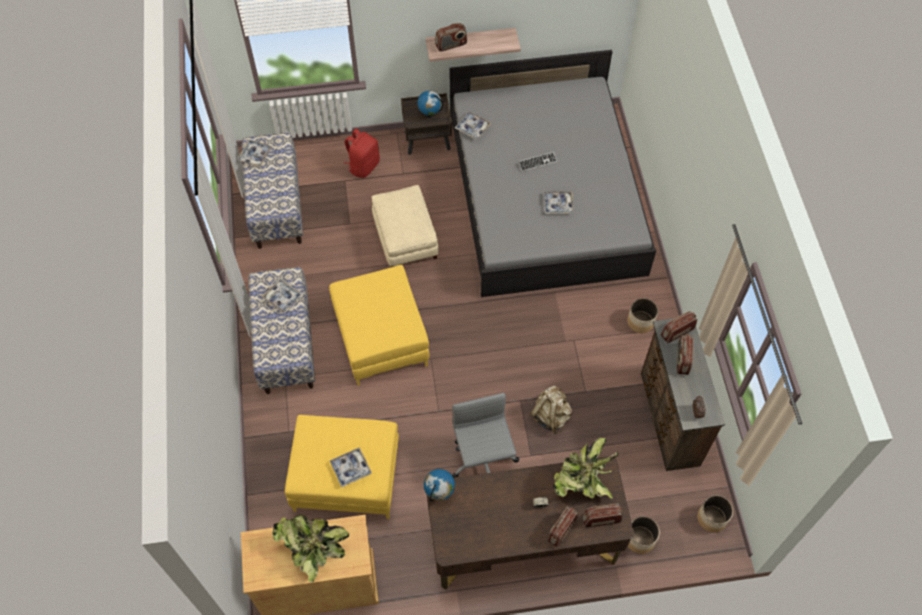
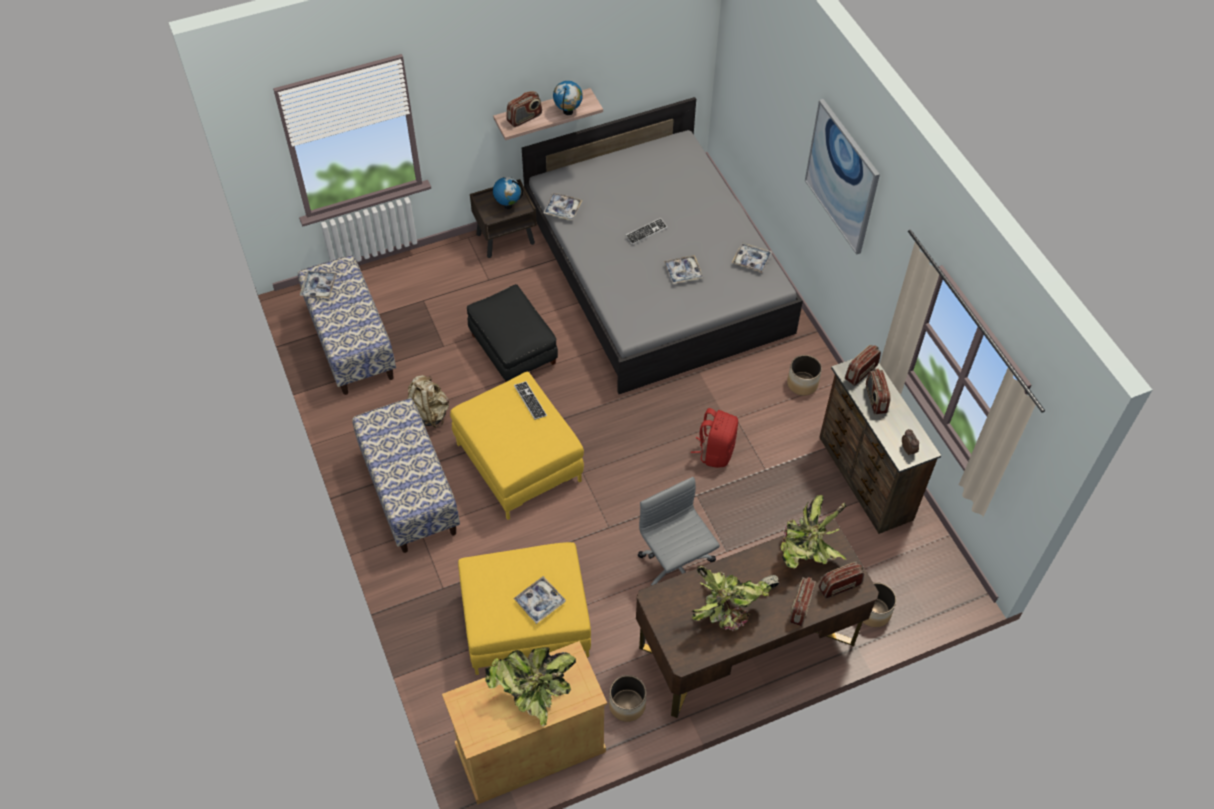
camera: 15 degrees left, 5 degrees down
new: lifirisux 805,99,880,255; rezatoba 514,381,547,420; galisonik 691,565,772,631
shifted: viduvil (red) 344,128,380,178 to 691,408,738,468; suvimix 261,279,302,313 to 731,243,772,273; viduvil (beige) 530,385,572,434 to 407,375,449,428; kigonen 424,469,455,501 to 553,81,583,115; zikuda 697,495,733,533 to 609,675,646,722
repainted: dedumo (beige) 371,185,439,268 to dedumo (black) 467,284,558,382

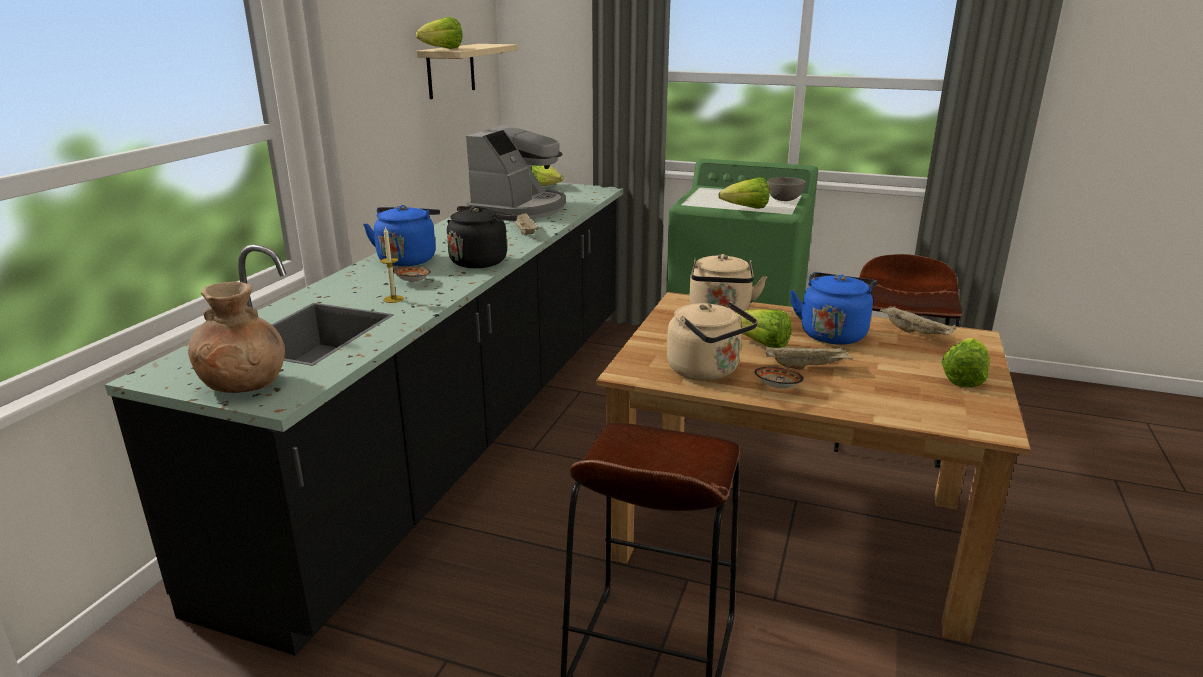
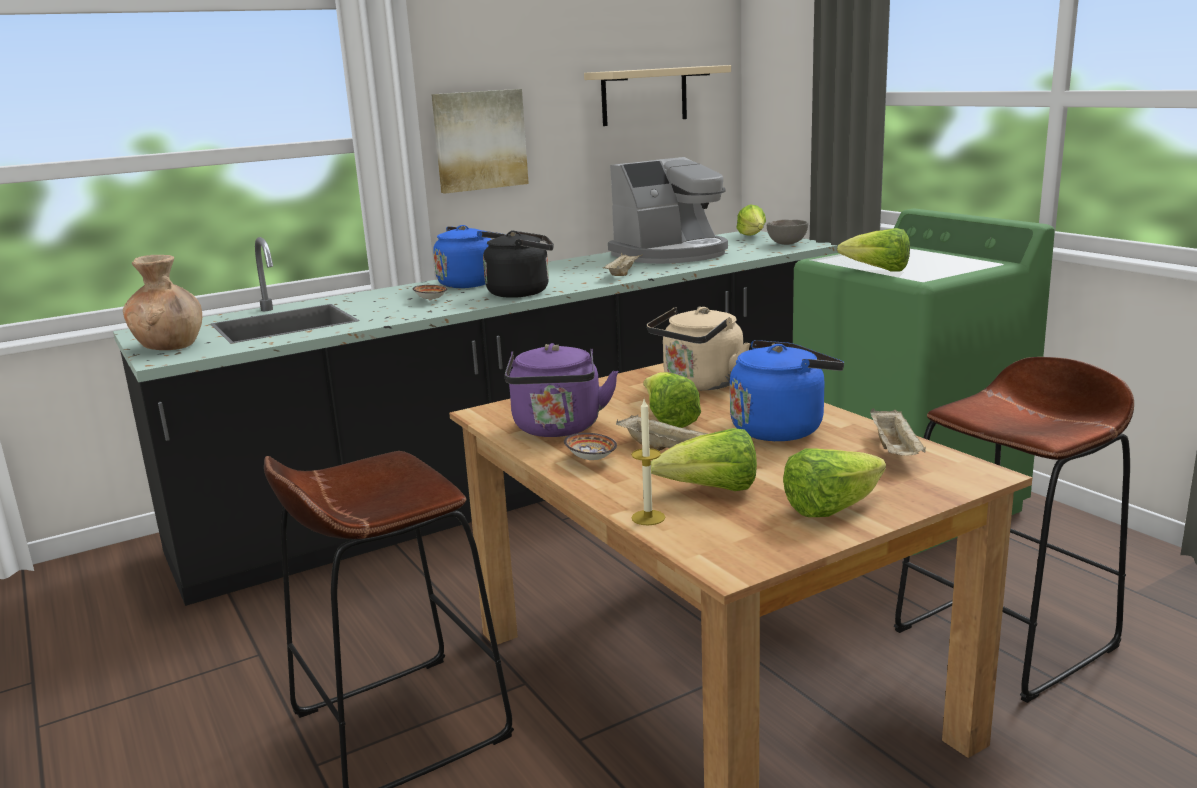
camera: 40 degrees right, 5 degrees down
new: lifirisux 431,89,529,194
shifted: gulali 415,17,463,49 to 651,428,757,491; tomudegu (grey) 767,177,806,201 to 767,220,808,245; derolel 380,227,404,303 to 631,399,665,525
repainted: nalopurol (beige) 667,301,758,381 to nalopurol (purple) 505,343,618,437

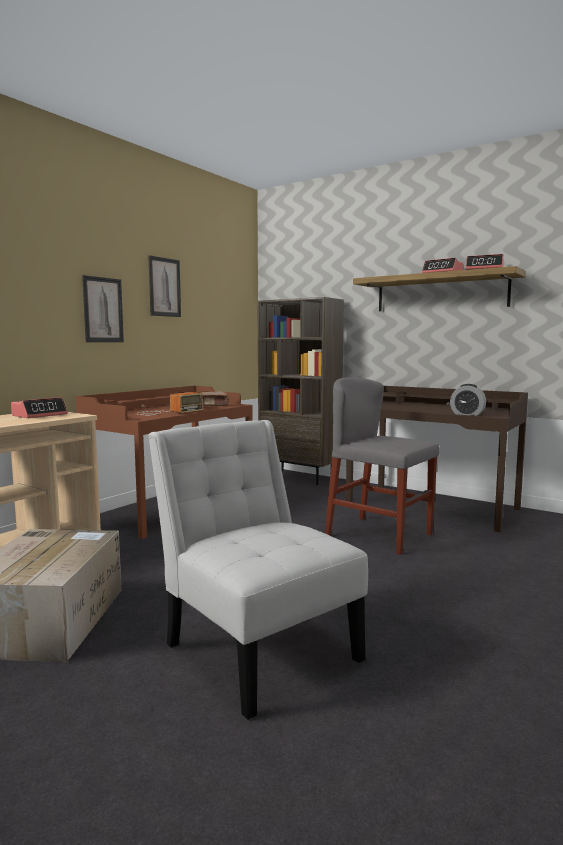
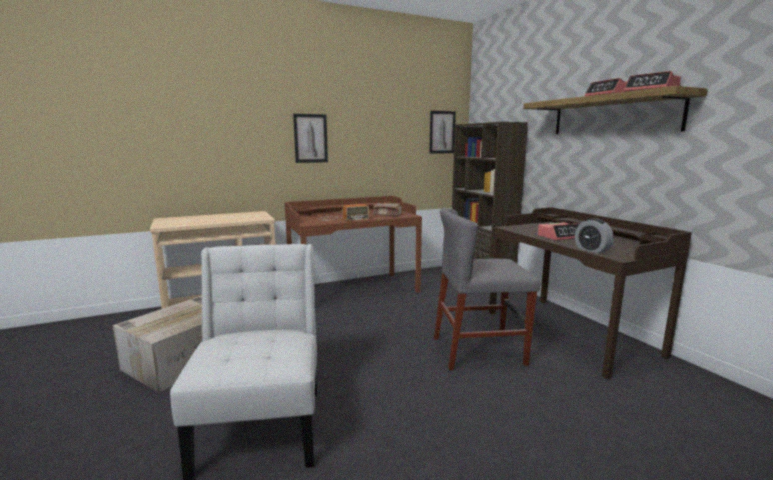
camera: 30 degrees right, 5 degrees up
shifted: lifirisux 148,255,181,317 to 429,111,456,154; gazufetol 11,397,68,418 to 538,222,580,240
rotated: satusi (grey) 325,378,440,555 = 434,208,540,371 75 degrees counterclockwise

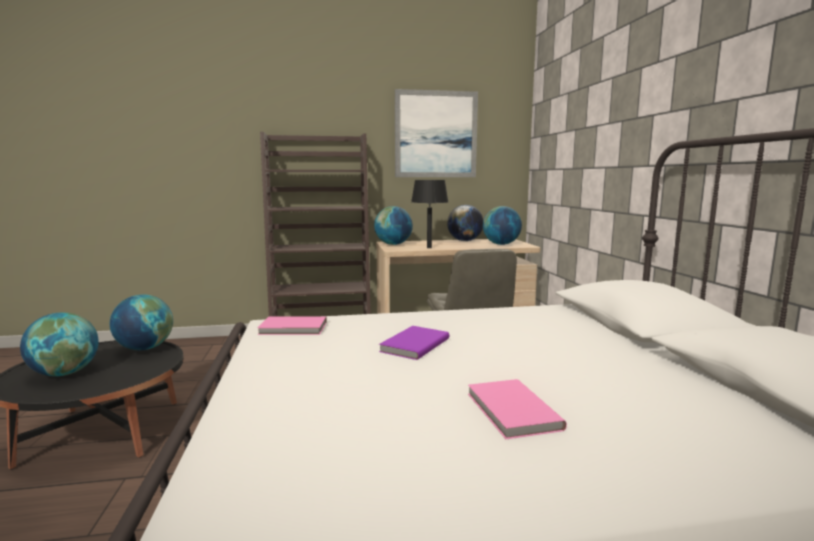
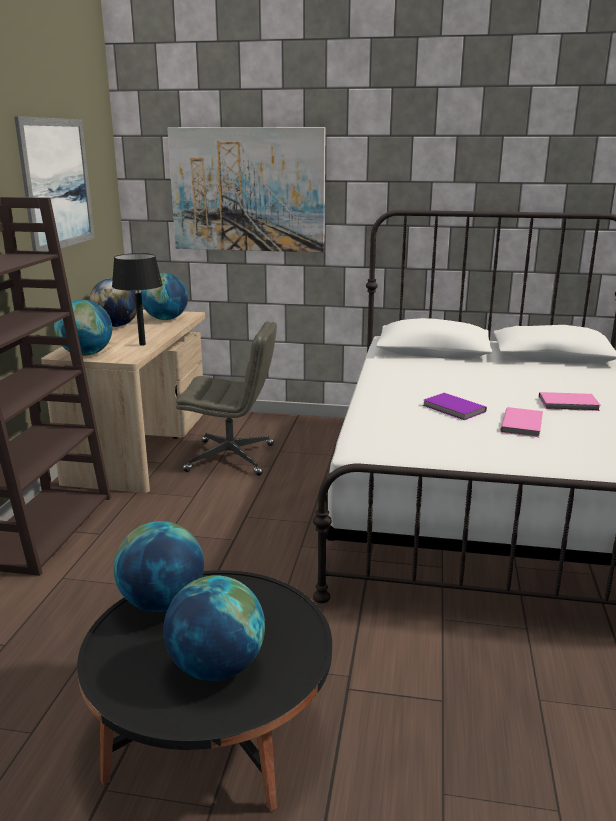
camera: 70 degrees left, 10 degrees up
new: lifirisux 167,127,326,253
shifted: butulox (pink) 257,316,327,335 to 500,407,543,437

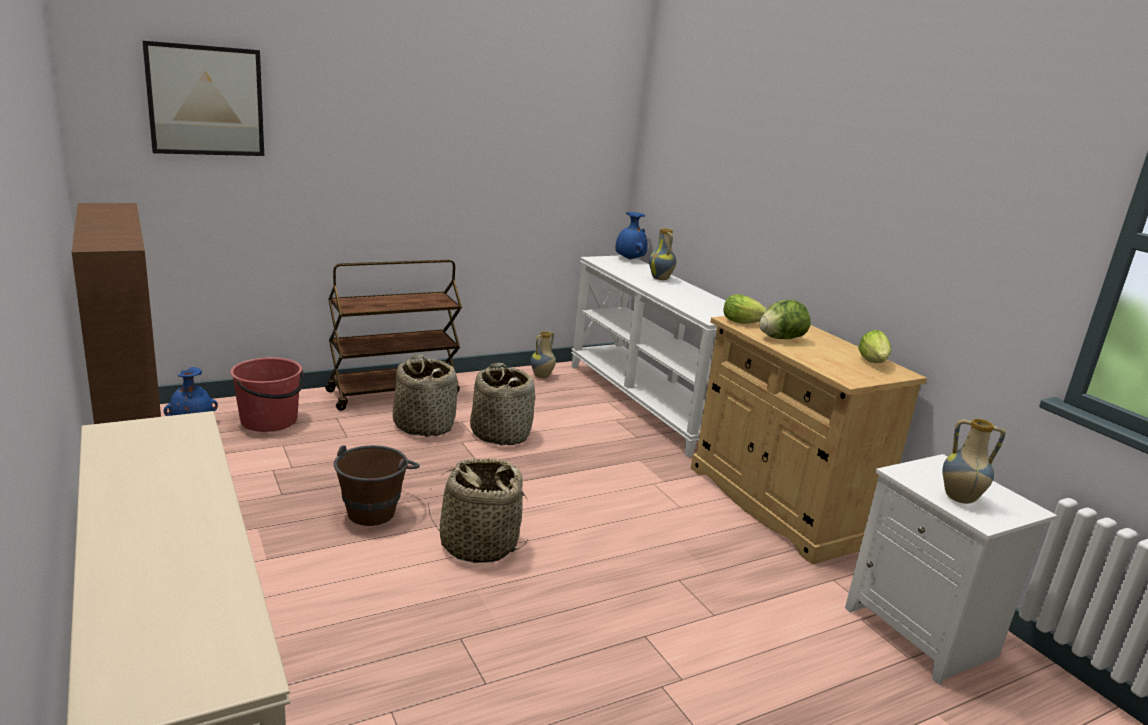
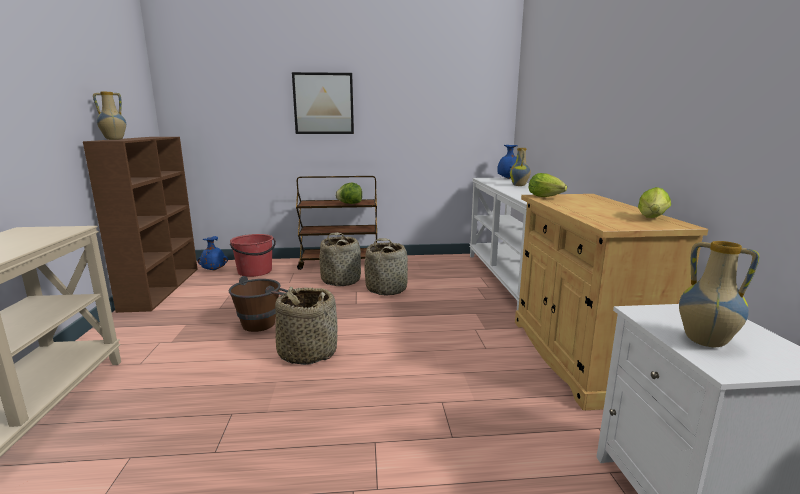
camera: 25 degrees right, 5 degrees down
shifted: lifirisux 142,40,264,156 to 292,72,354,134; gulali 759,300,811,339 to 336,183,362,204; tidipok 531,331,556,378 to 93,92,126,140

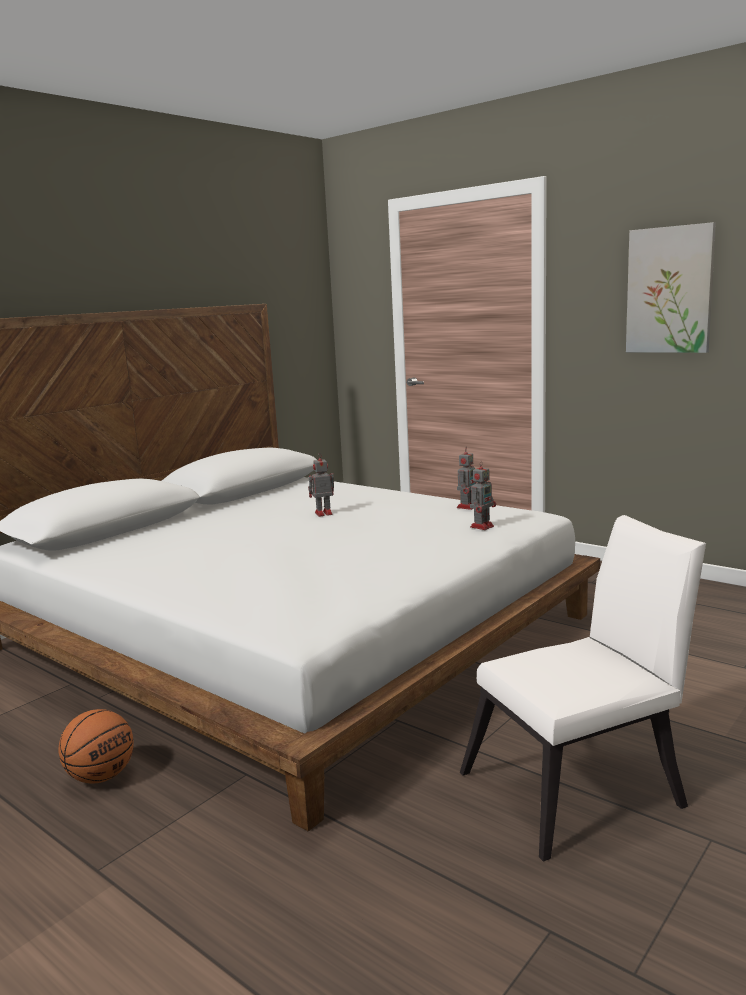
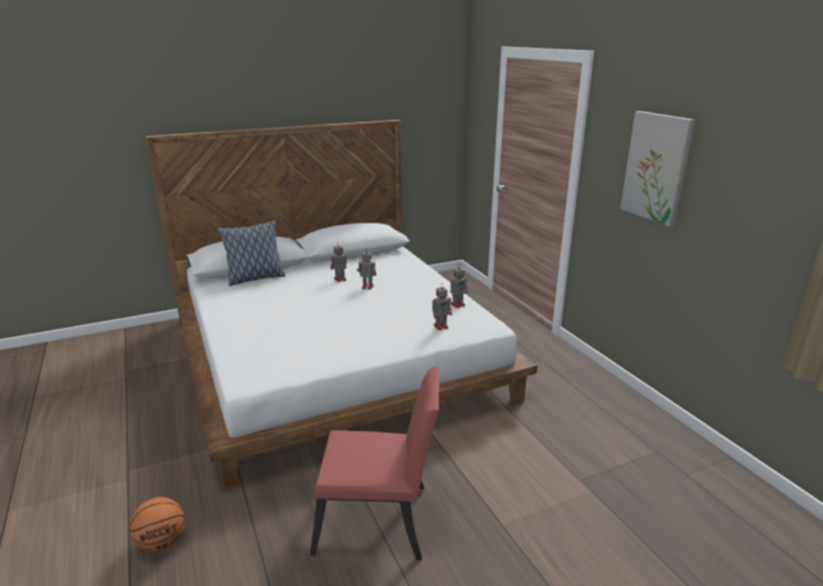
camera: 25 degrees right, 10 degrees up
new: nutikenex 216,220,285,286; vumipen 331,244,347,282
shifted: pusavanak 59,709,134,784 to 130,497,185,552
repainted: satusi (white) 460,515,706,861 to satusi (red) 310,366,439,560

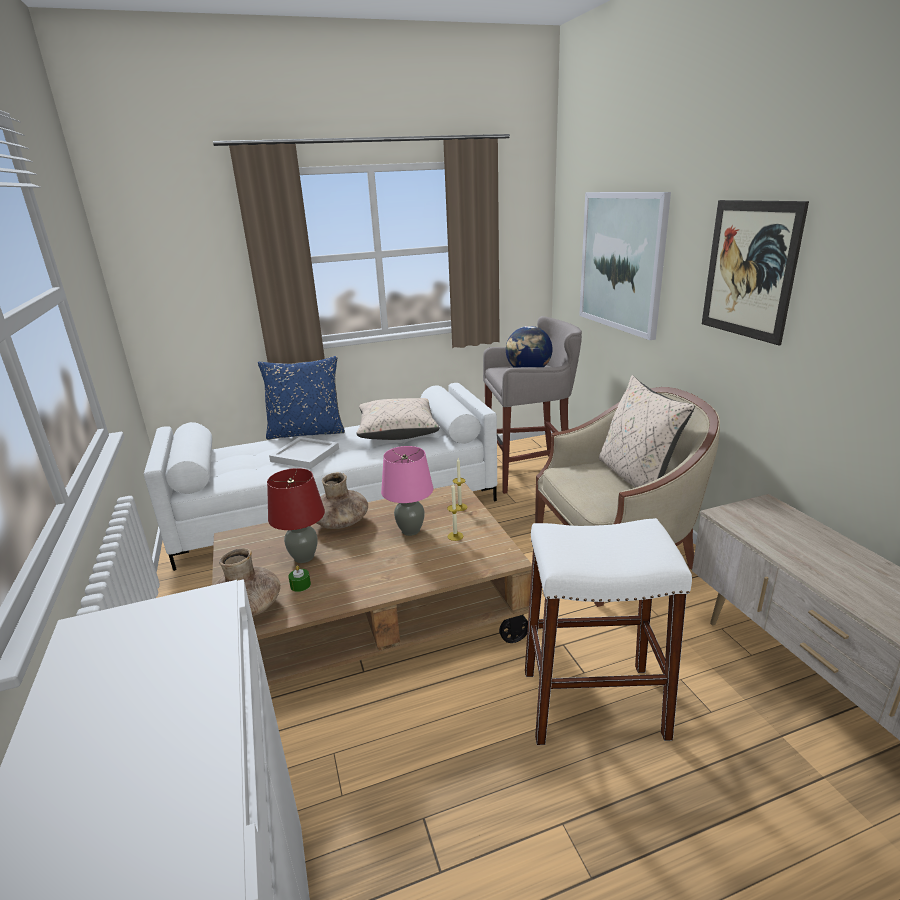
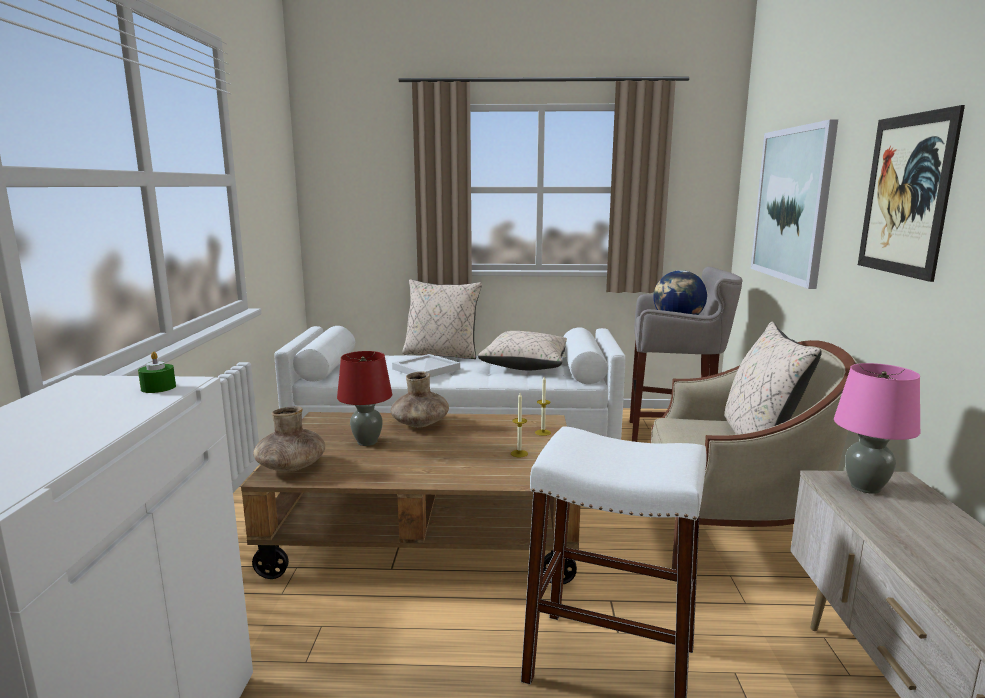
camera: 20 degrees right, 10 degrees down
shifted: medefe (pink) 381,446,433,536 to 834,363,921,494; derolel (green) 288,565,311,592 to 138,352,176,393
repainted: nutikenex (blue) 258,356,345,440 to nutikenex (beige) 402,279,482,359

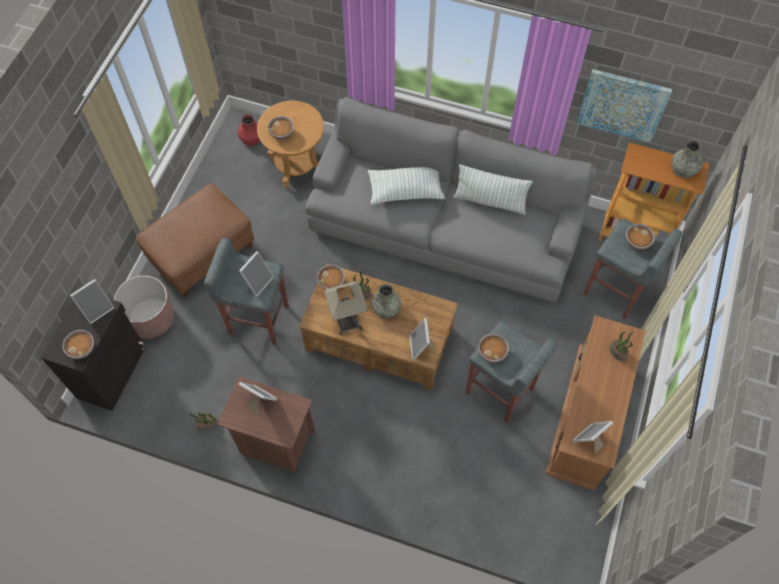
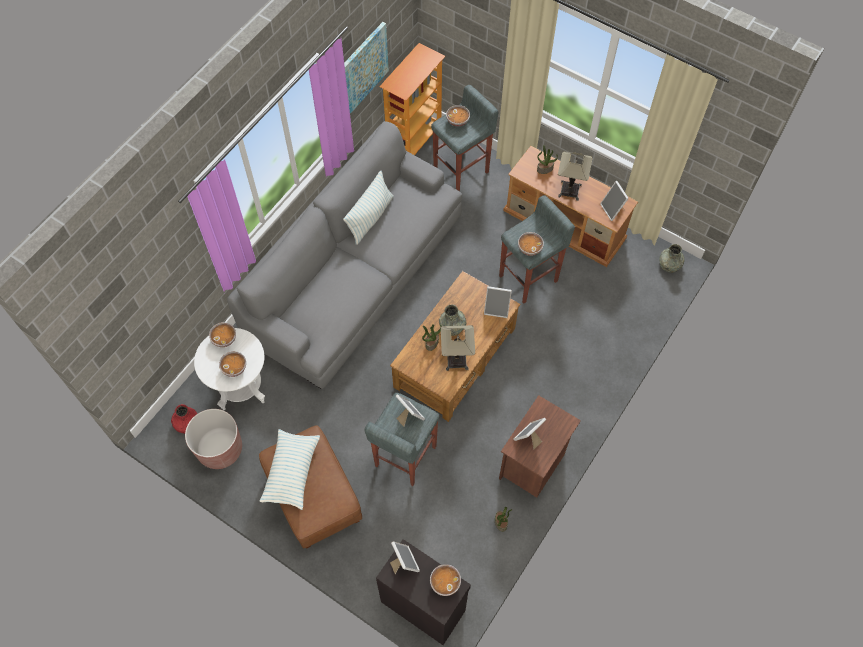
camera: 75 degrees left, 0 degrees up
new: medefe 558,151,592,201
shifted: tidipok (grey) 672,140,703,178 to 659,244,684,273; nutikenex 368,167,445,205 to 260,429,320,510; tomudegu 317,265,345,289 to 209,322,236,347; zikuda (brown) 114,275,174,339 to 185,409,242,469
repainted: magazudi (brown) 257,101,324,189 to magazudi (white) 194,328,265,410

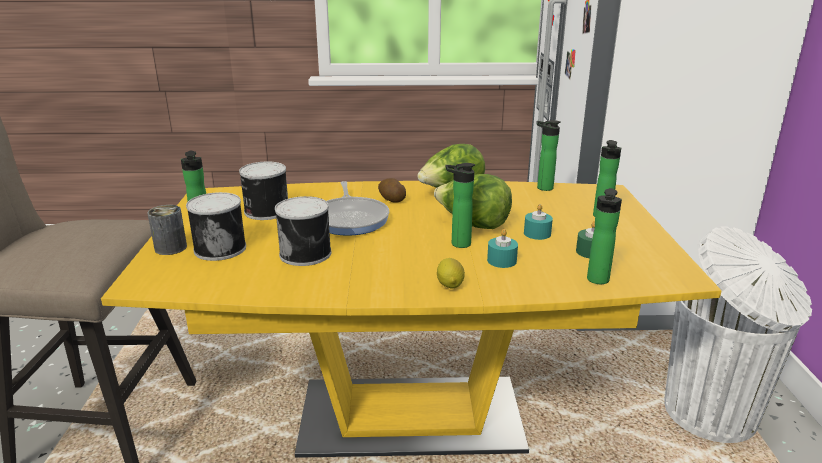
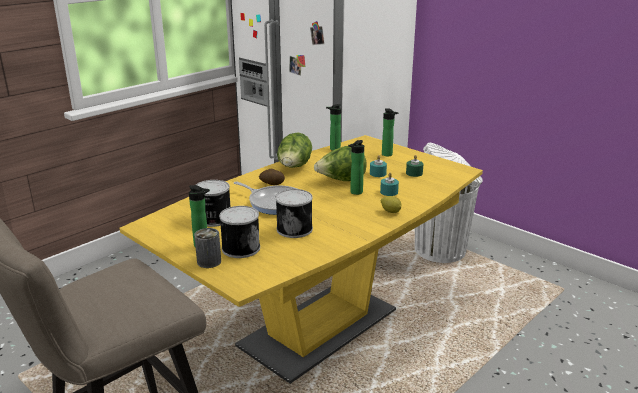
camera: 45 degrees left, 0 degrees up
gone: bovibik 587,188,622,284

